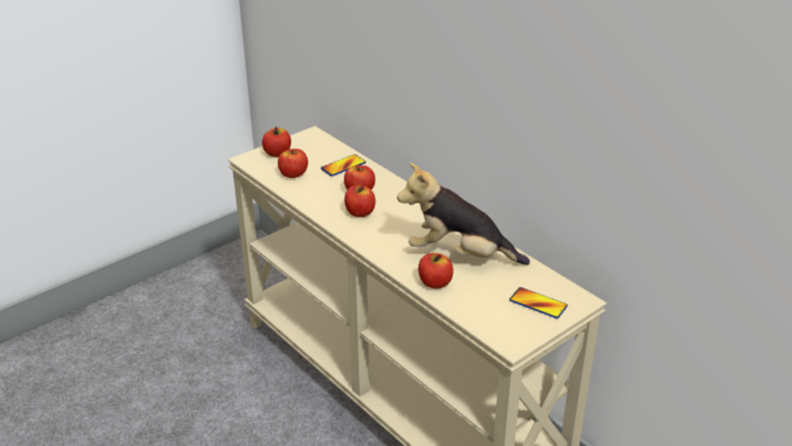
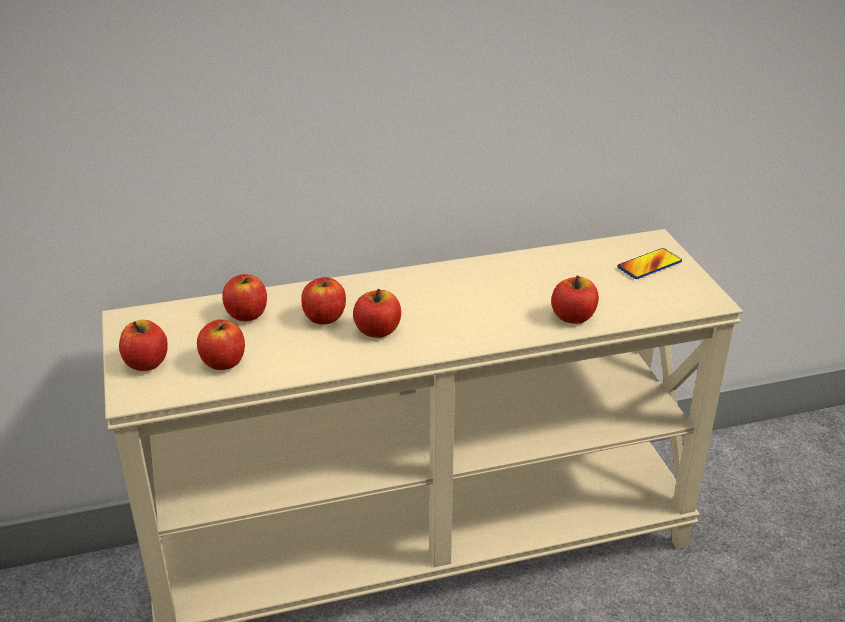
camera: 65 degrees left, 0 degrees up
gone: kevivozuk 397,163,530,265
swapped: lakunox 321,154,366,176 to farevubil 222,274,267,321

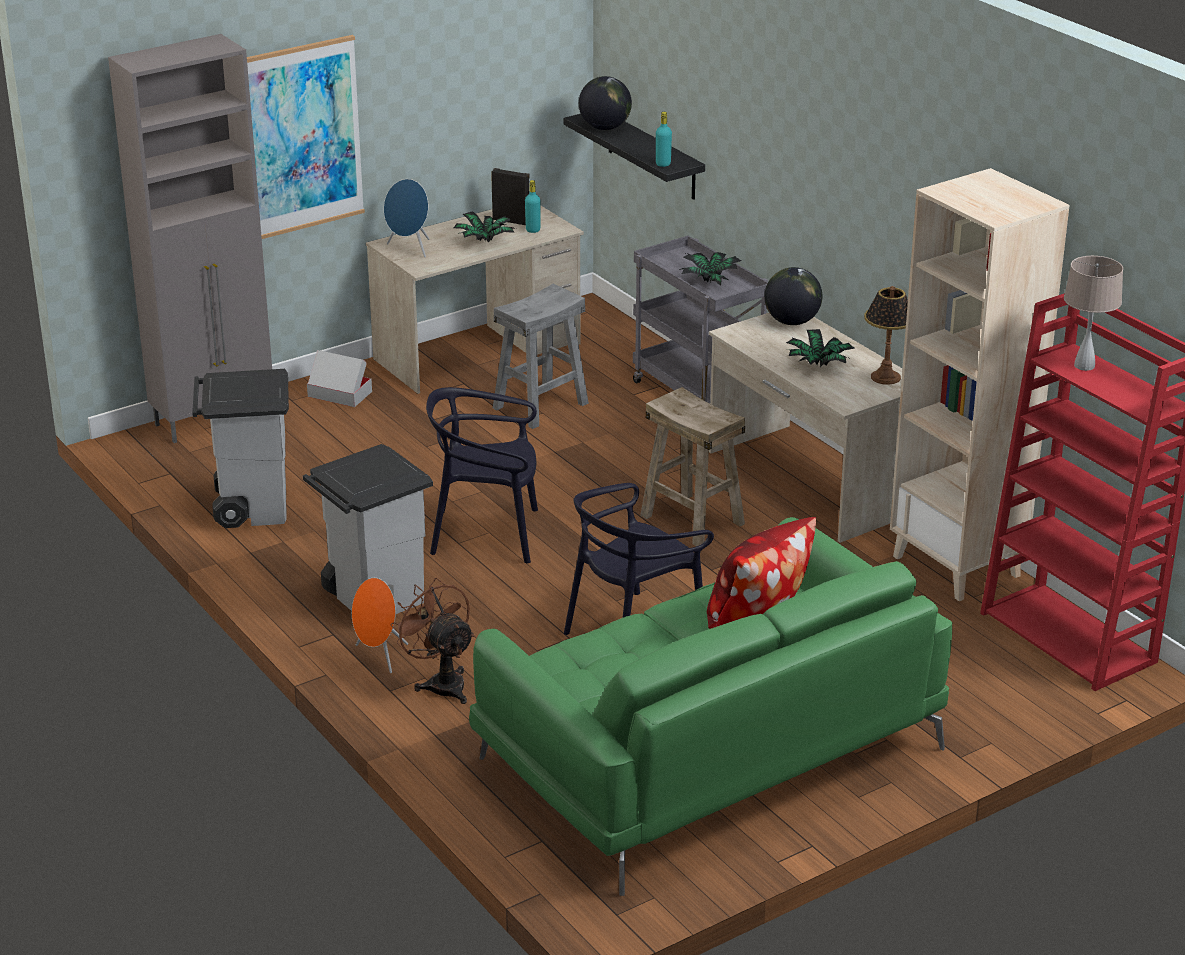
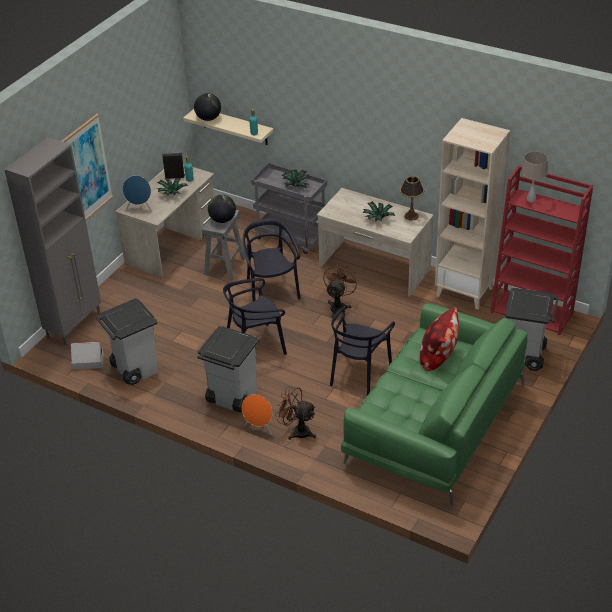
camera: 25 degrees left, 10 degrees up
new: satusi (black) 243,219,301,301; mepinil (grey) 505,287,559,371
shifted: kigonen 764,267,822,325 to 208,195,236,223; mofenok 307,350,372,407 to 71,342,104,370
swapped: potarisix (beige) 640,387,745,546 to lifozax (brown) 323,263,359,318
repainted: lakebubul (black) 563,114,705,200 to lakebubul (beige) 183,109,274,145

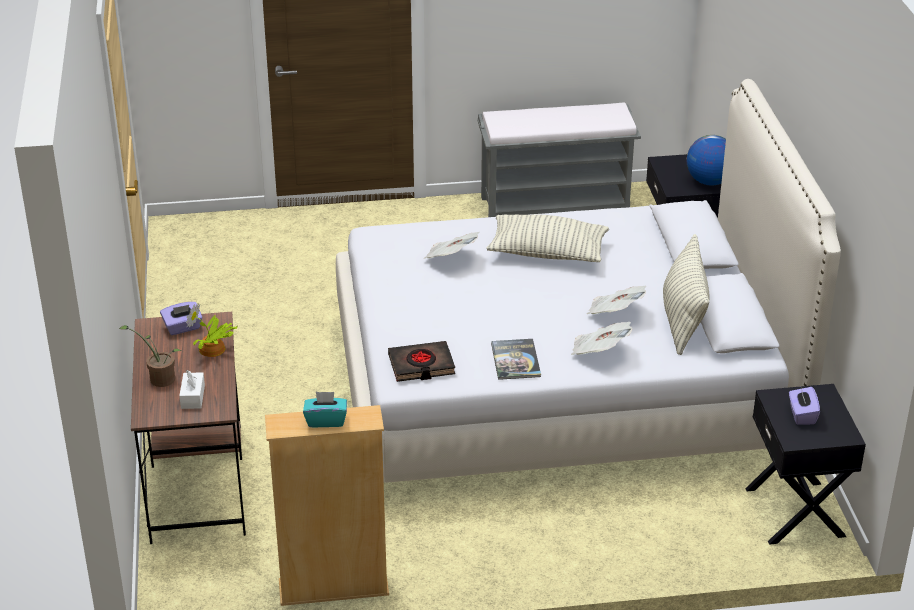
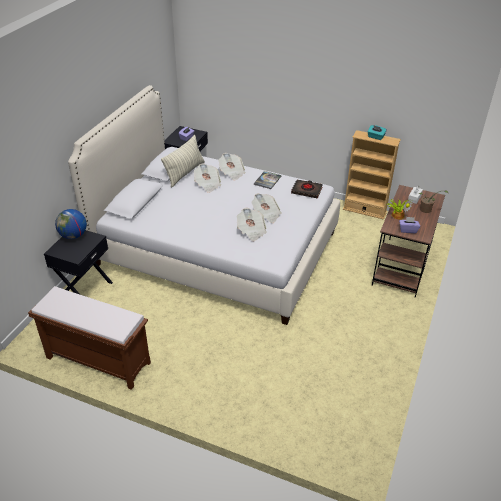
camera: 150 degrees left, 5 degrees up
gone: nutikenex 487,215,609,262
new: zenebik 252,193,282,223
repainted: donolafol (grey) 478,102,641,217 to donolafol (brown) 28,286,151,390

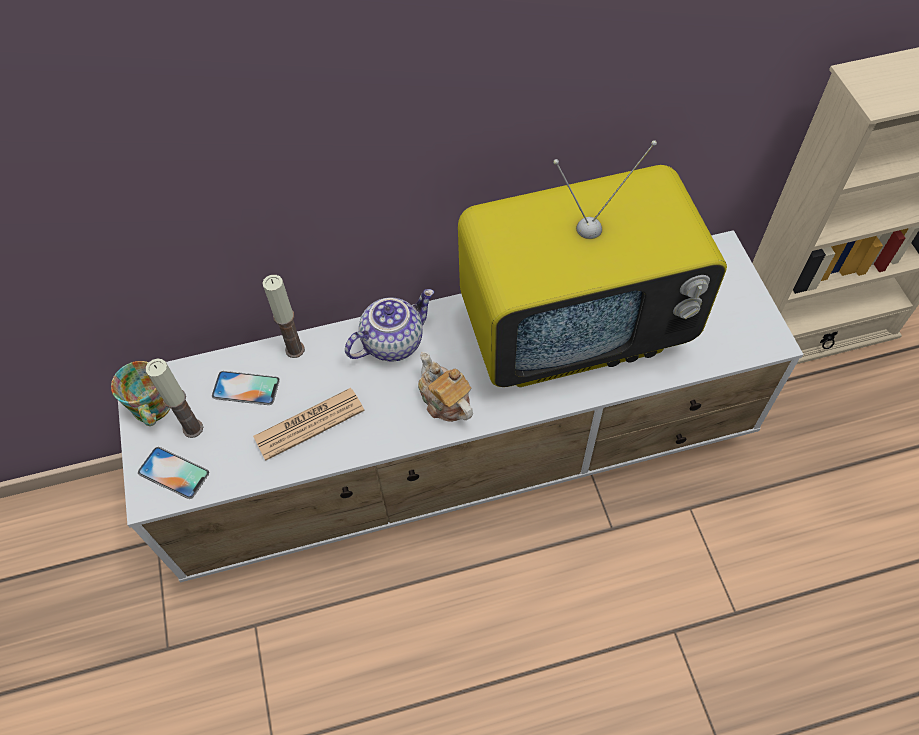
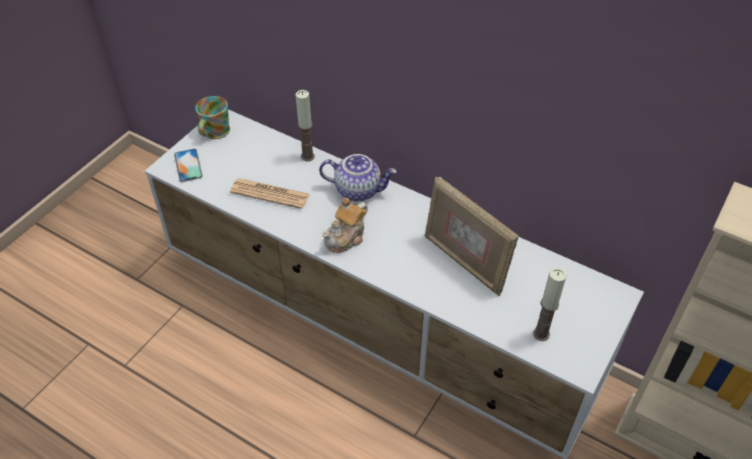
camera: 45 degrees right, 10 degrees down
gone: lakunox 212,371,280,405
shifted: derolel 146,358,203,438 to 533,268,567,341
swapped: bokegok 458,140,727,387 to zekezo 425,177,518,296
rotated: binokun 418,352,473,422 = 322,198,368,253 150 degrees counterclockwise

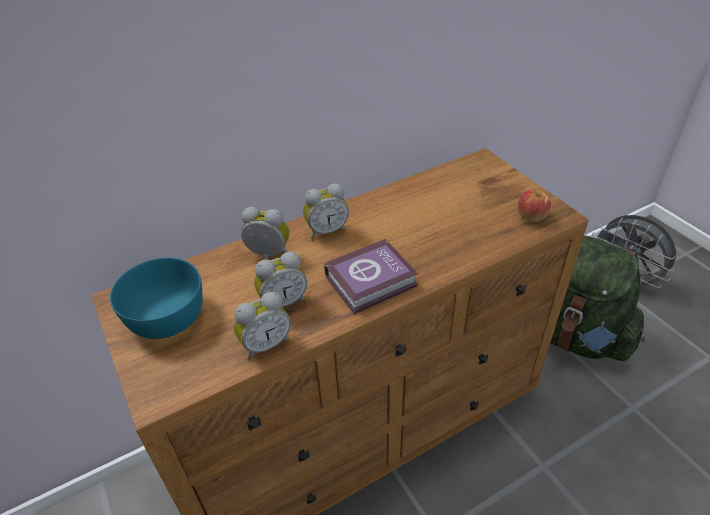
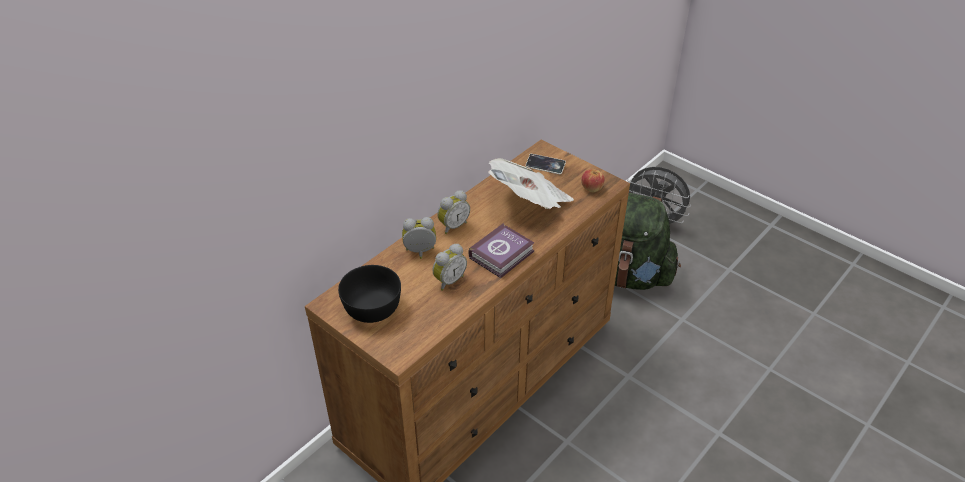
camera: 20 degrees left, 0 degrees up
gone: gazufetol 234,292,291,360
new: lakunox 526,154,566,174; zenebik 488,158,574,209
repainted: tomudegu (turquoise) 110,258,203,339 to tomudegu (black) 338,265,401,323

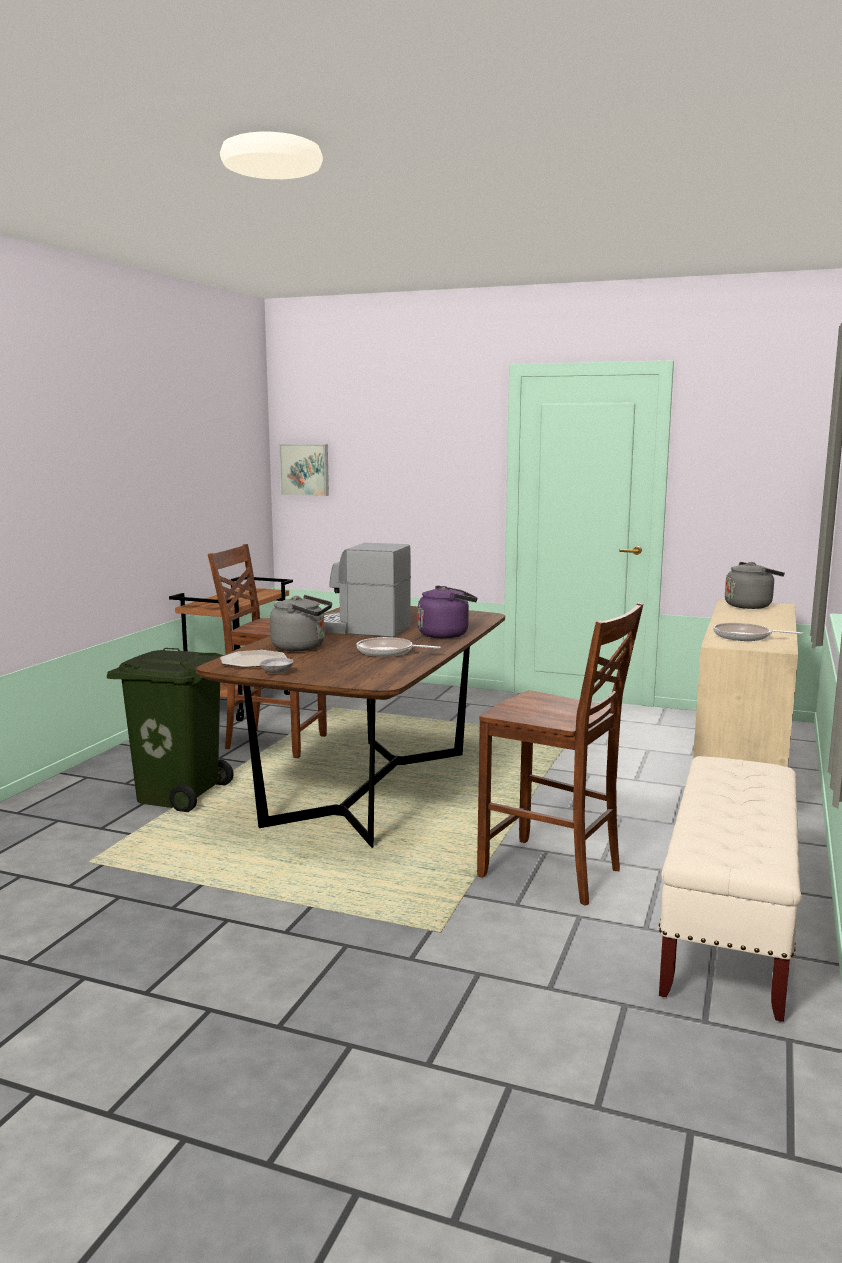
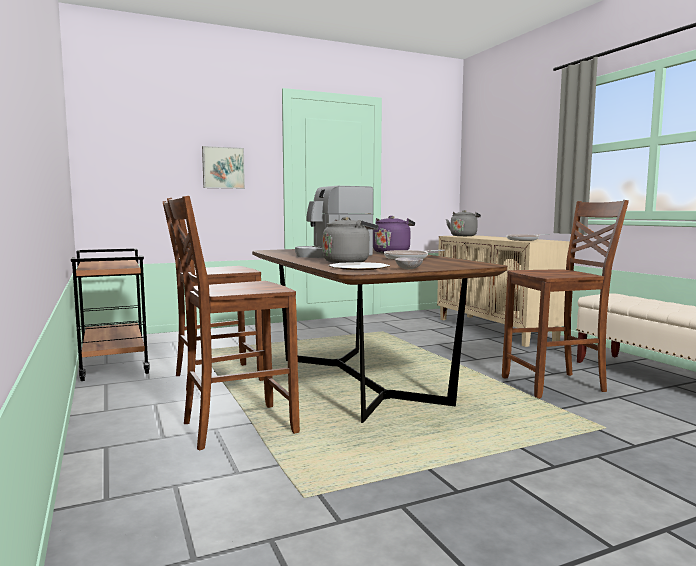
camera: 45 degrees left, 5 degrees down
shifted: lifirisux 280,444,329,496 to 202,146,245,189
swapped: mepinil (green) 107,648,234,812 to satusi (brown) 167,195,300,451

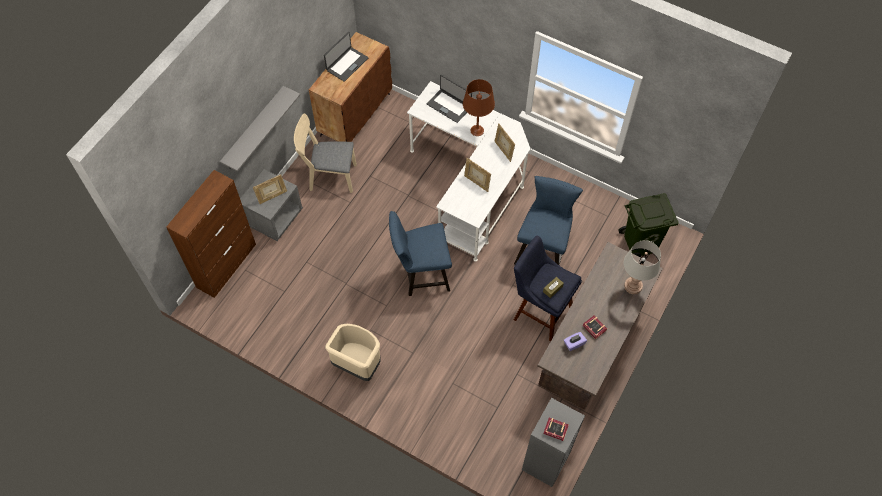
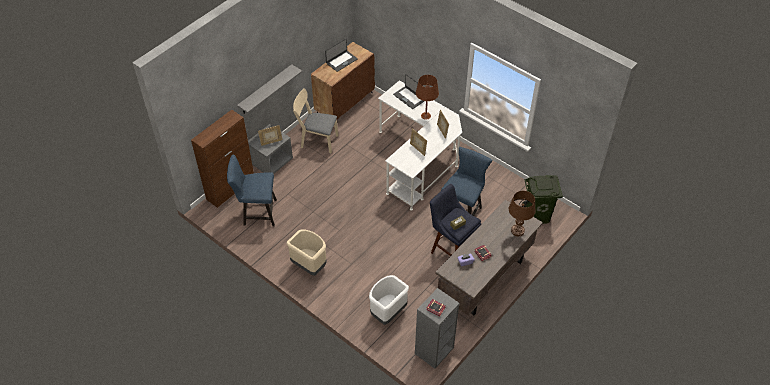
camera: 10 degrees right, 10 degrees down
new: mepinil (white) 369,275,409,325
shifted: satusi (blue) 389,211,452,296 to 227,155,277,227
repainted: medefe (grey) 623,240,661,294 to medefe (brown) 509,191,536,236

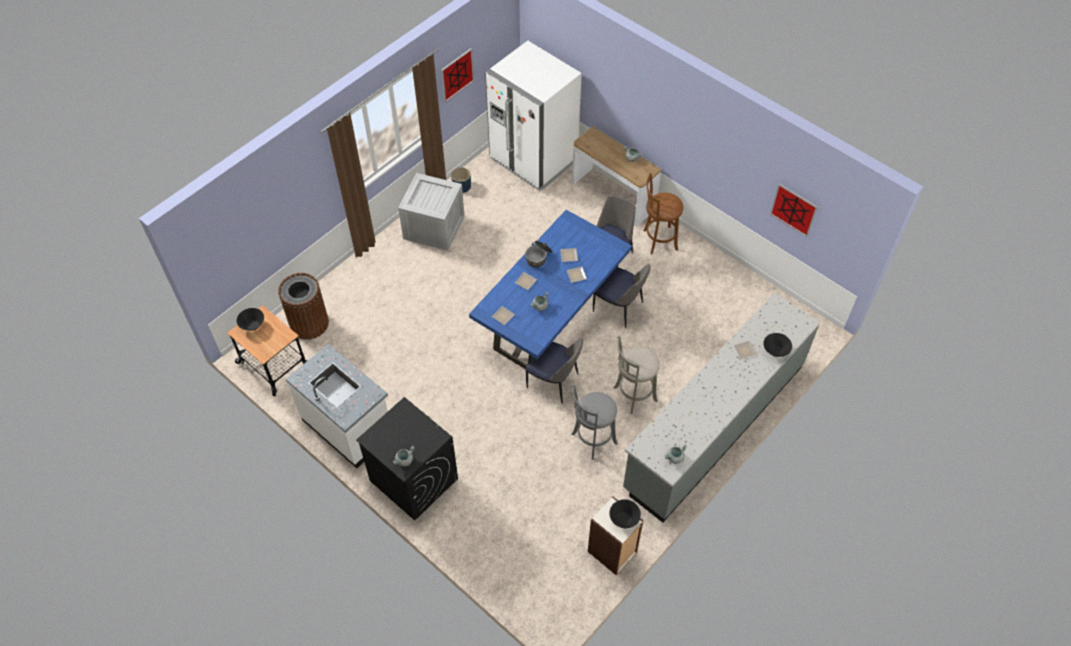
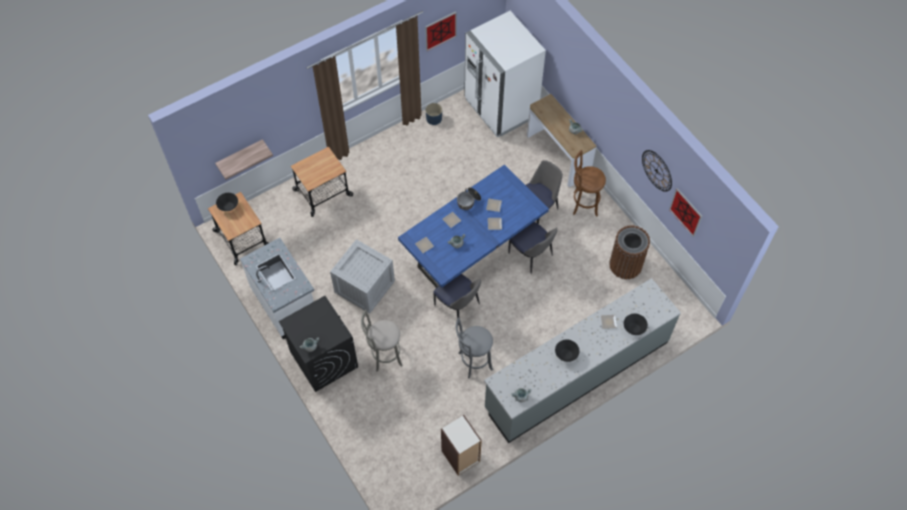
camera: 15 degrees right, 5 degrees up
new: lakebubul 215,139,273,180; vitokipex 290,147,353,217; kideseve 642,150,672,192
shifted: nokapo 398,173,465,251 to 330,239,395,314; mepinil (brown) 278,273,329,340 to 609,225,650,279; potarisix (grey) 614,336,660,414 to 361,309,403,372; tomudegu (black) 609,499,641,528 to 555,340,580,362

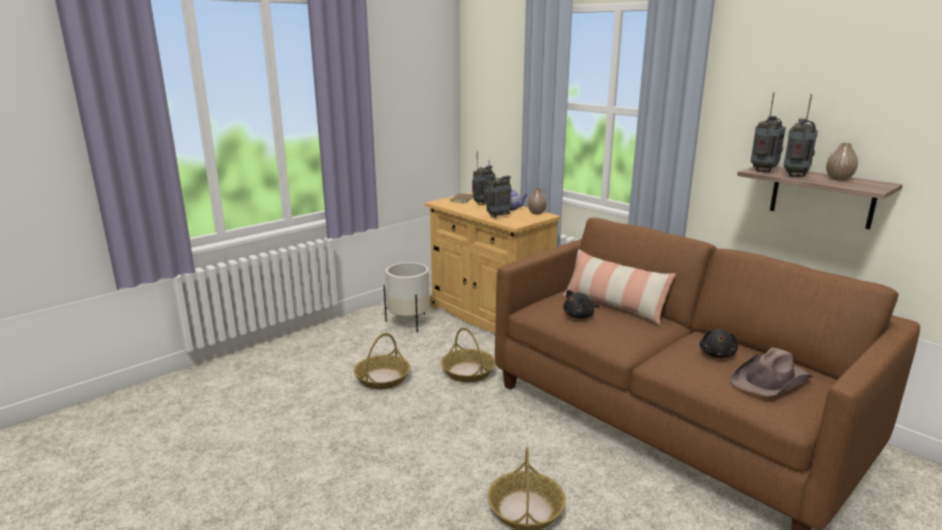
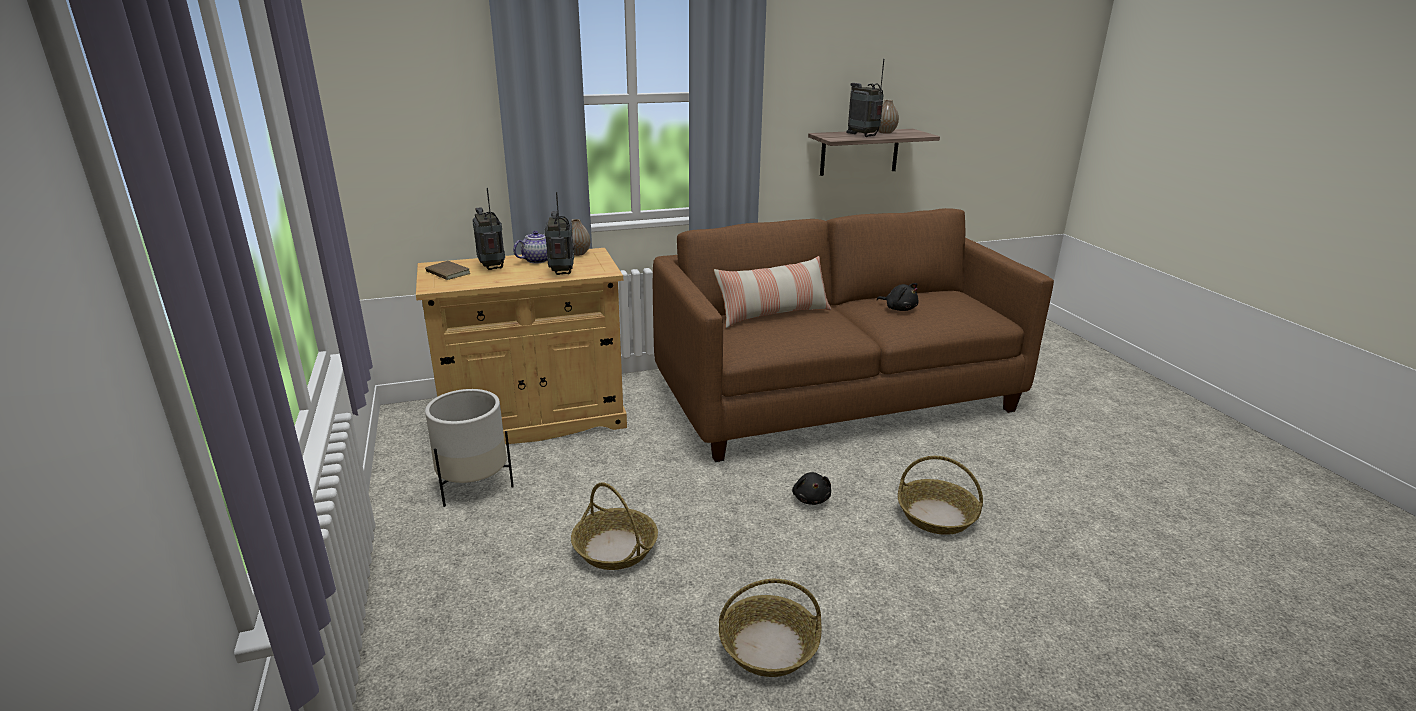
camera: 65 degrees left, 5 degrees up
gone: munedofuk 751,92,786,172; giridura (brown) 730,347,813,397
shifted: kevivozuk (black) 563,290,599,319 to 792,472,831,505; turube 441,327,496,382 to 719,579,822,677

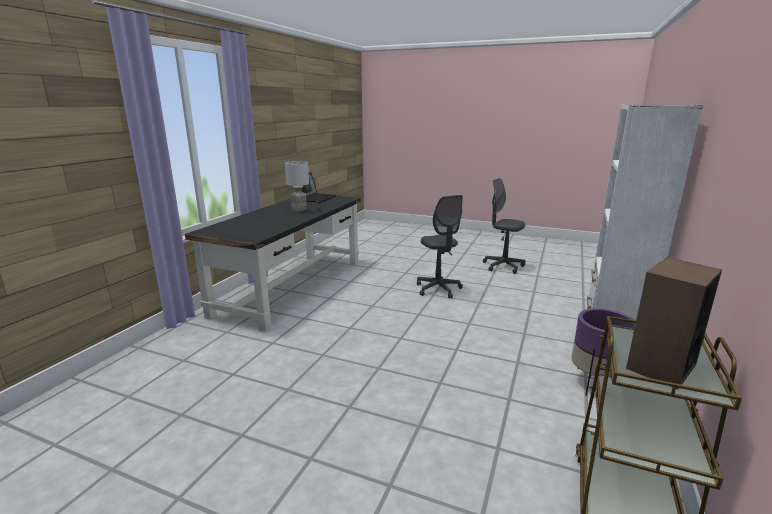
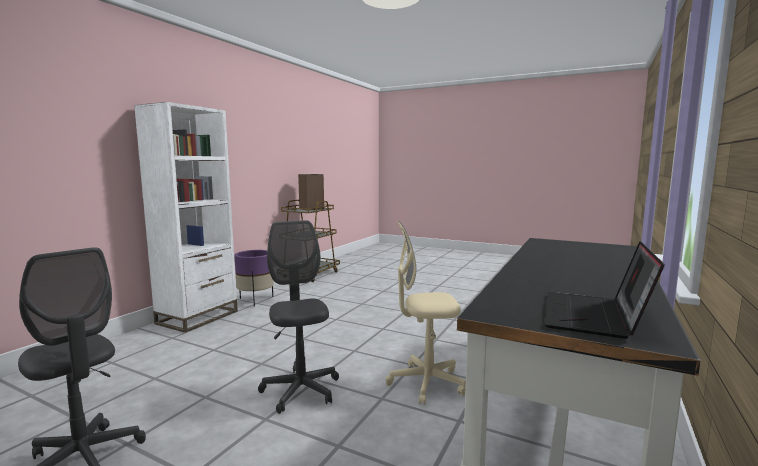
camera: 175 degrees left, 10 degrees down
gone: medefe (grey) 285,161,309,212
new: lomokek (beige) 386,221,466,405

